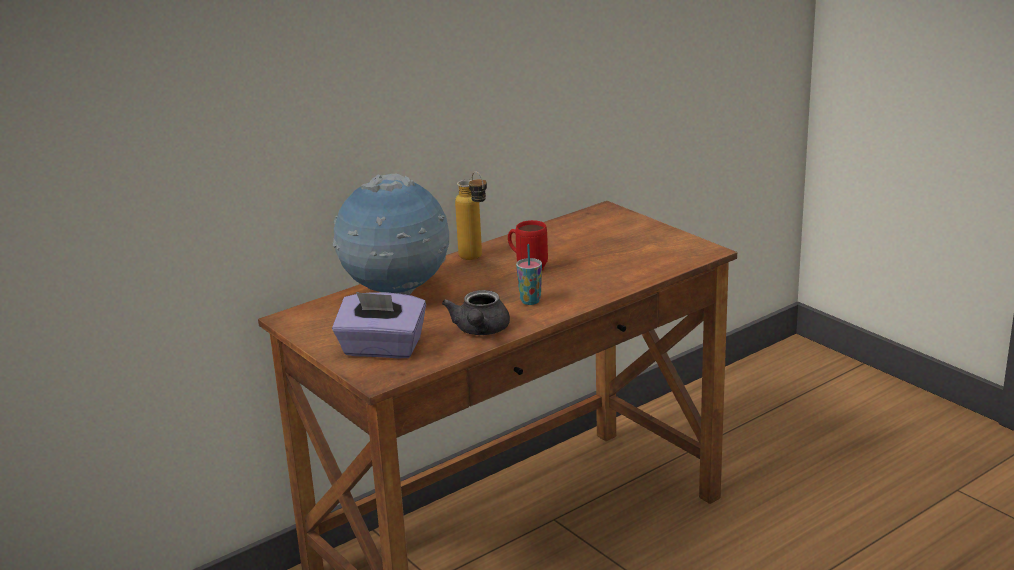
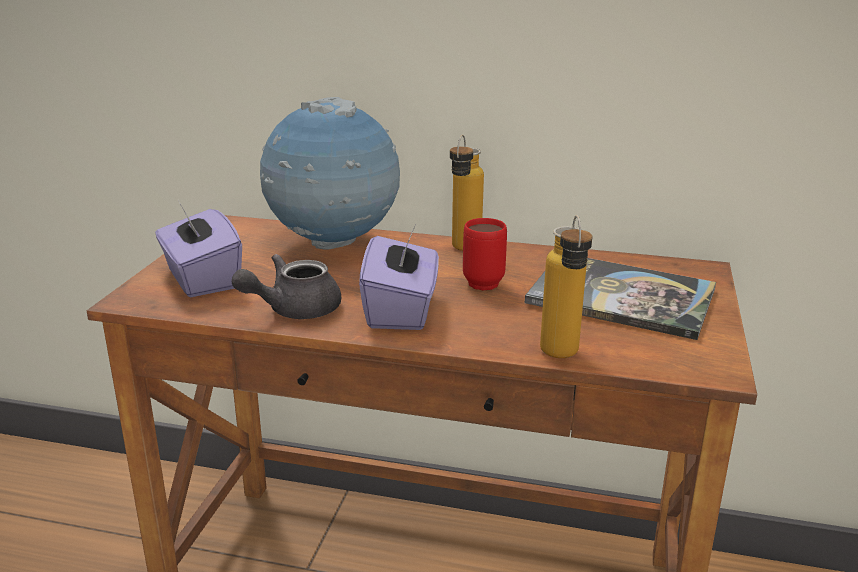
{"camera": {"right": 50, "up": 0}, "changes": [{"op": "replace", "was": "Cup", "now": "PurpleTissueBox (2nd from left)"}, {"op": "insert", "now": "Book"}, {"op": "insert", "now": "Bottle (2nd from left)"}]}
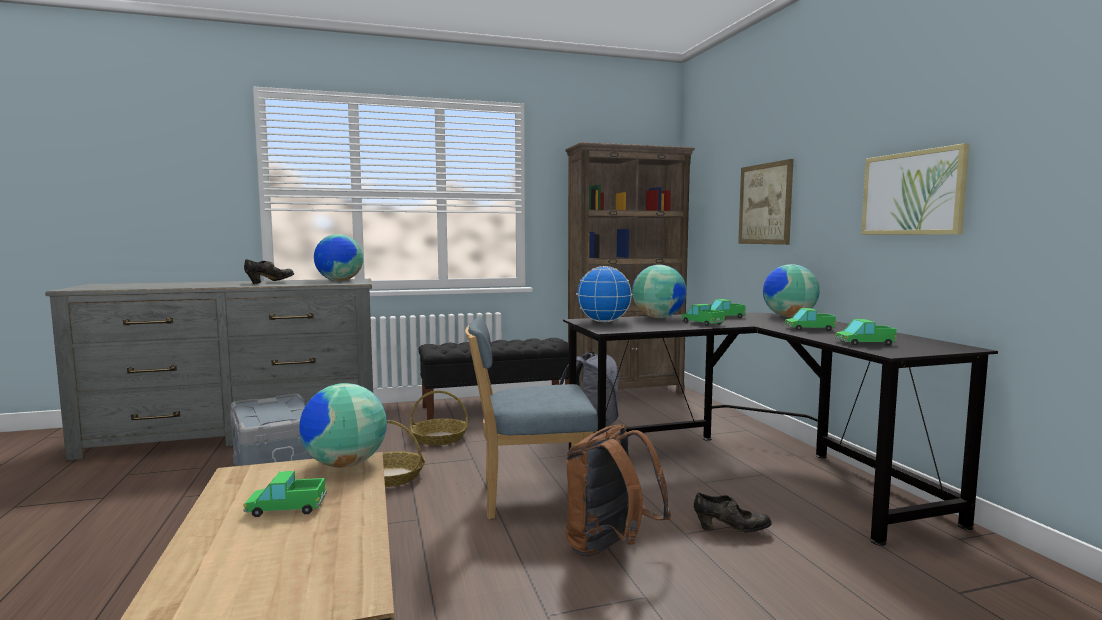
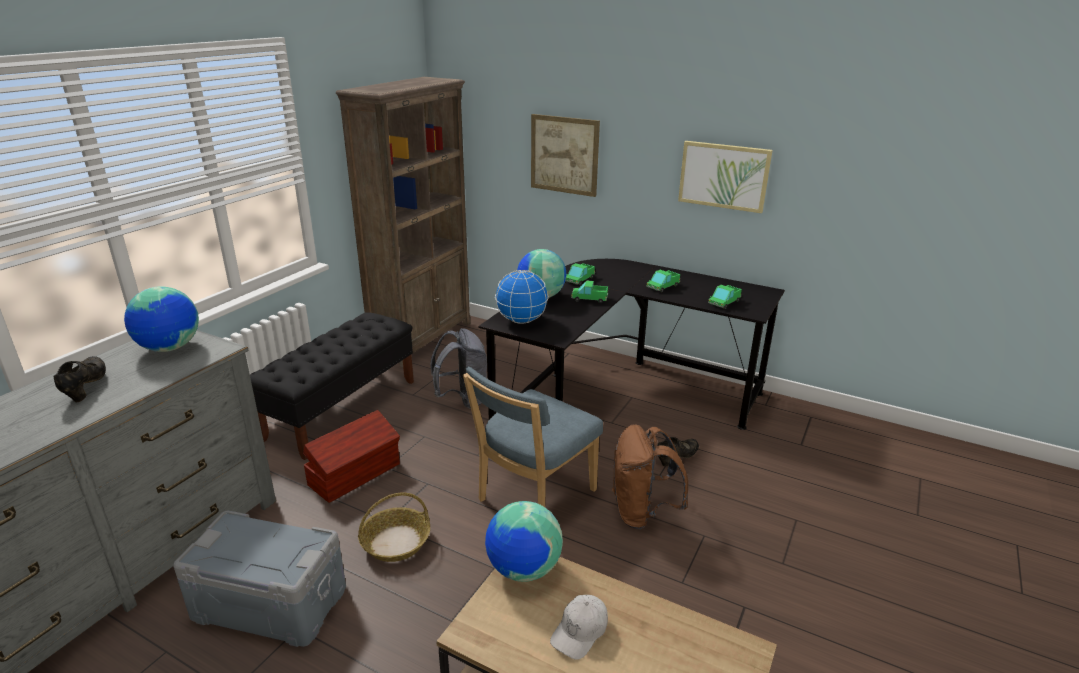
{"camera": {"right": -45, "up": 20}, "changes": [{"op": "replace", "was": "Basket (2nd from left)", "now": "BrownStorageBox"}, {"op": "replace", "was": "ToyTruck (1st from left)", "now": "WhiteCap"}, {"op": "delete", "was": "Globe (5th from left)"}]}
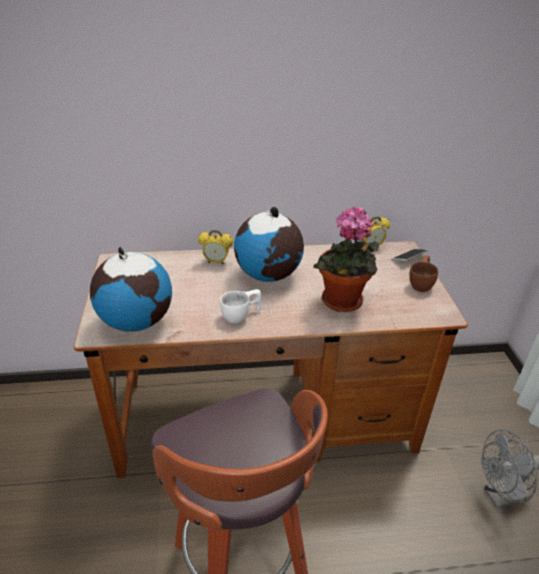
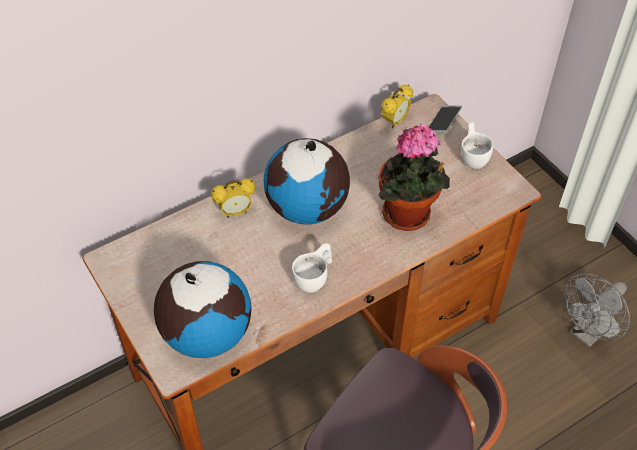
{"camera": {"right": -25, "up": 15}, "changes": [{"op": "recolor", "was": "BrownCup", "now": "WhiteCup (2nd from left)"}]}
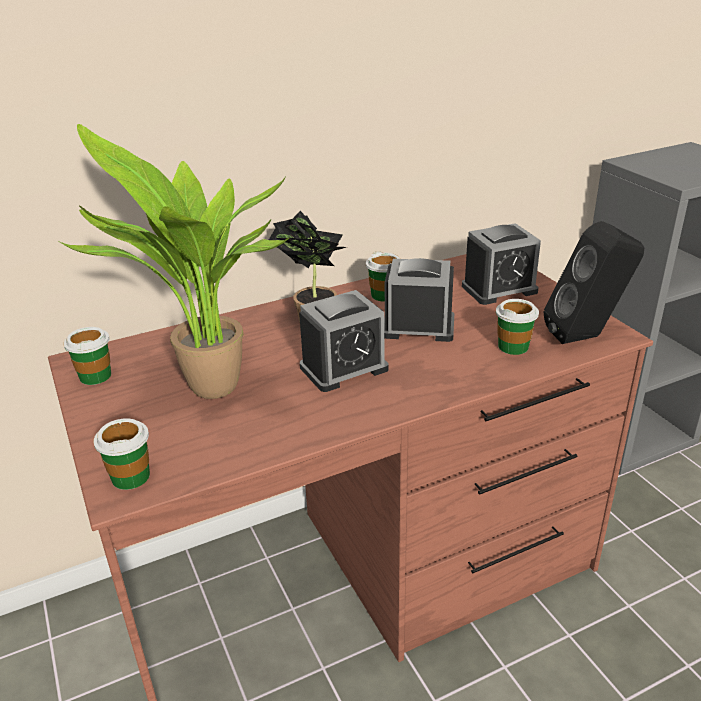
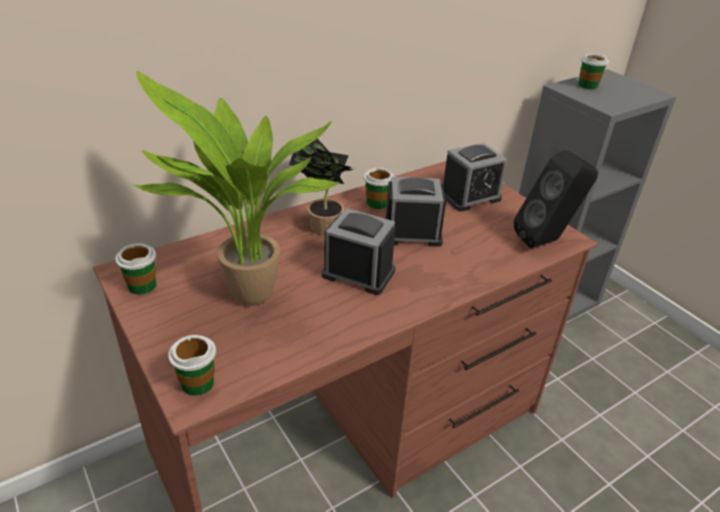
{"camera": {"right": -10, "up": 5}, "changes": [{"op": "rotate", "was": "AlarmClock (1st from left)", "clockwise": -120}, {"op": "move", "was": "Cup (4th from left)"}]}
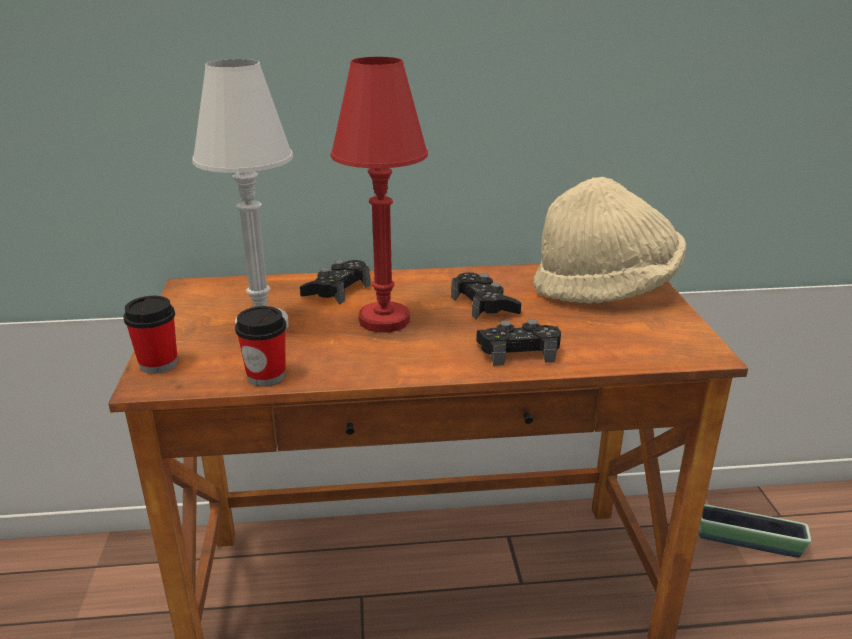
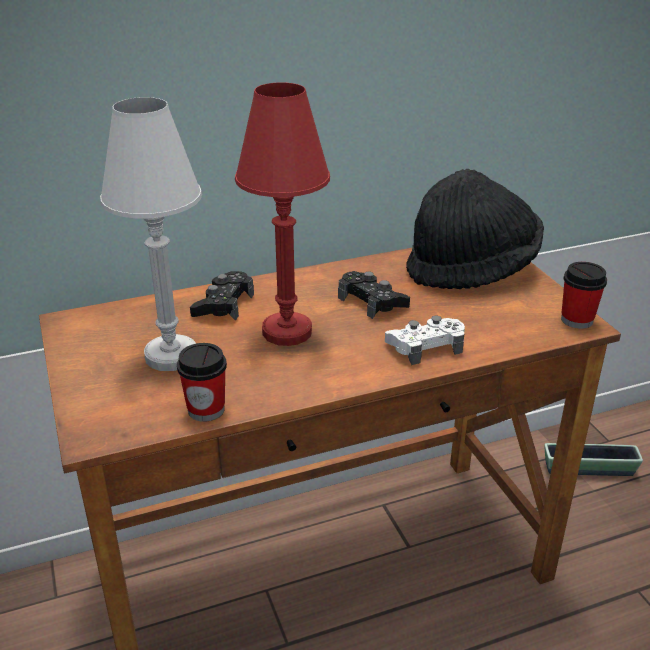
{"camera": {"right": -15, "up": 5}, "changes": [{"op": "recolor", "was": "BlackGameController (3rd from left)", "now": "WhiteGameController"}, {"op": "recolor", "was": "BeigeHat", "now": "BlackHat"}, {"op": "move", "was": "Cup (1st from left in the first image)", "now": "Cup (2nd from left)"}]}
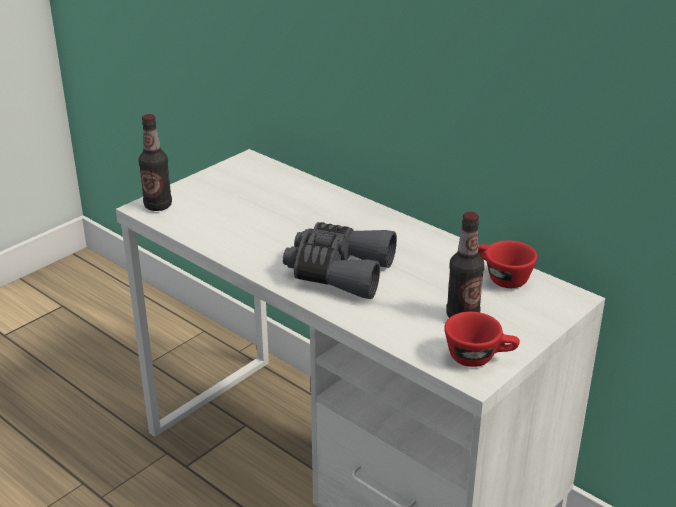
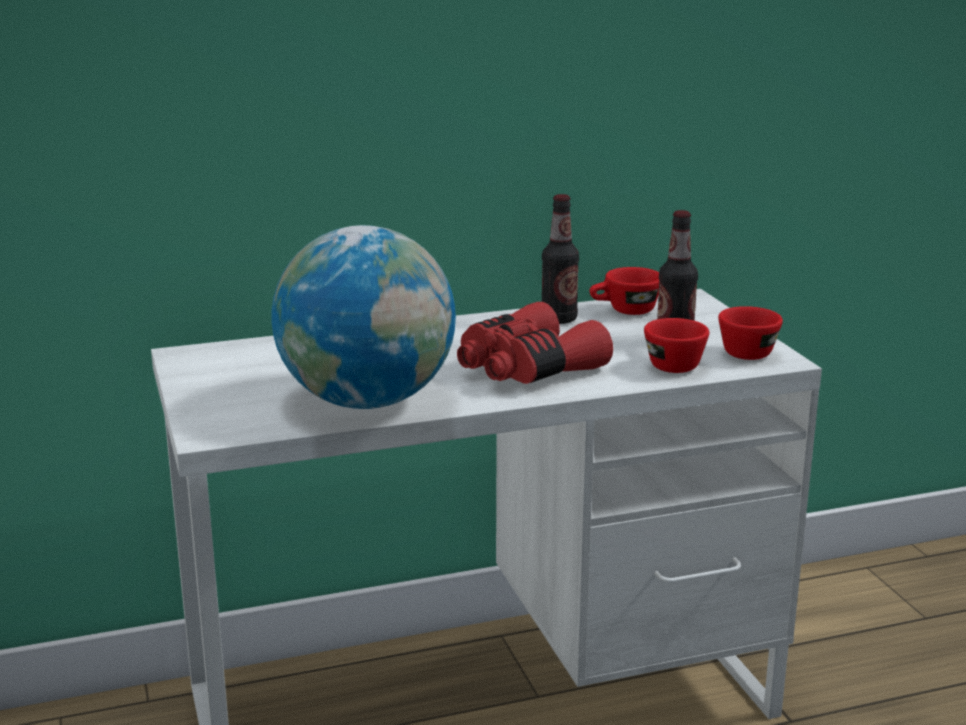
{"camera": {"right": -60, "up": -10}, "changes": [{"op": "insert", "now": "Globe"}, {"op": "recolor", "was": "GreyBinoculars", "now": "RedBinoculars"}, {"op": "move", "was": "Bottle (1st from left)"}, {"op": "insert", "now": "RedCup (2nd from left)"}]}
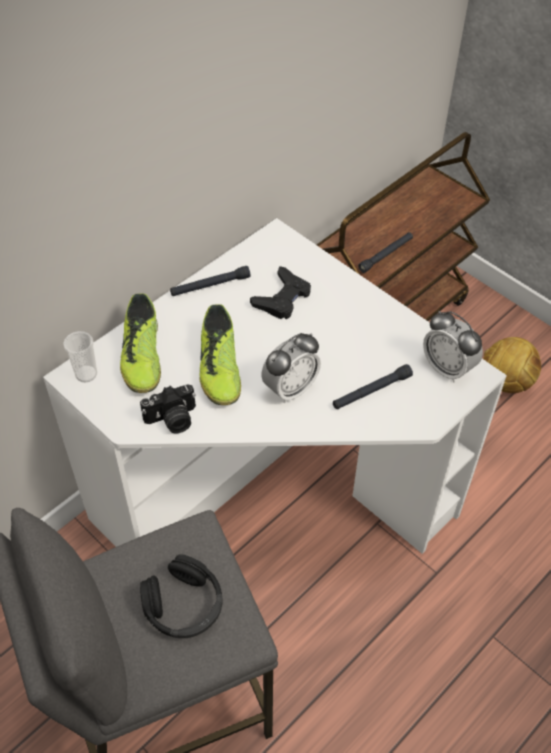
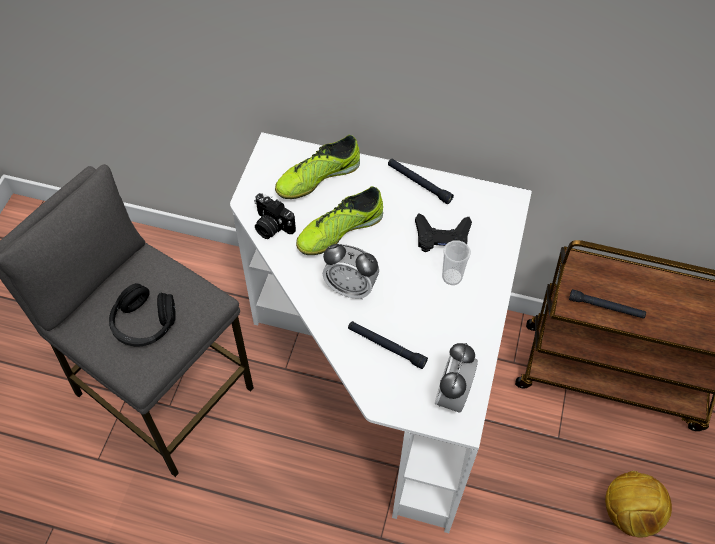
{"camera": {"right": 60, "up": 5}, "changes": [{"op": "move", "was": "Cup"}]}
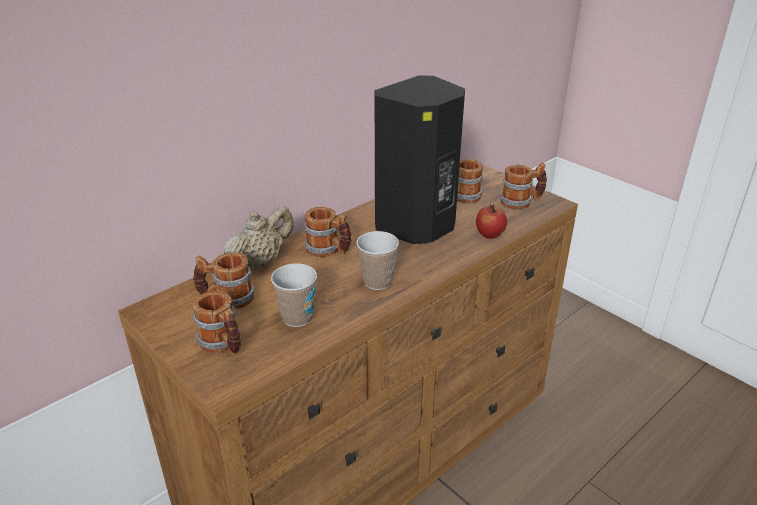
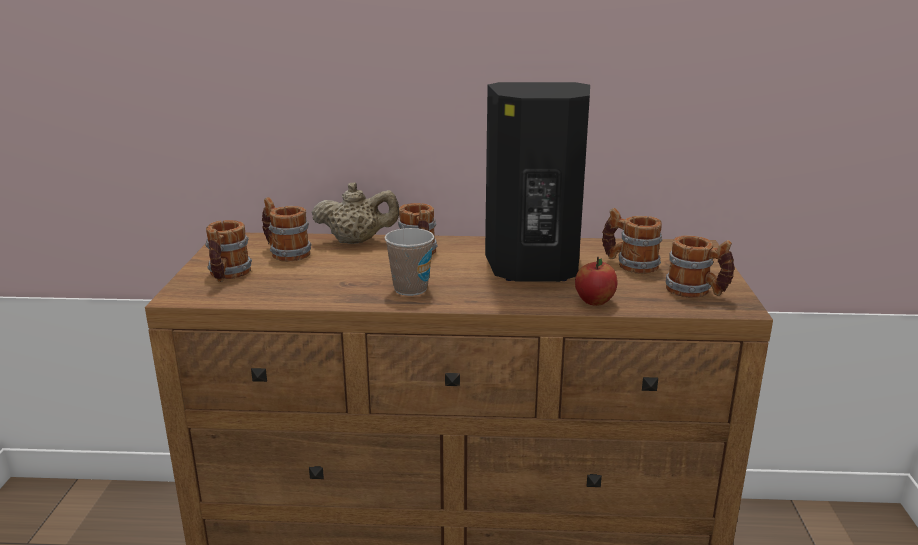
{"camera": {"right": 45, "up": -10}, "changes": [{"op": "delete", "was": "Cup (1st from left)"}]}
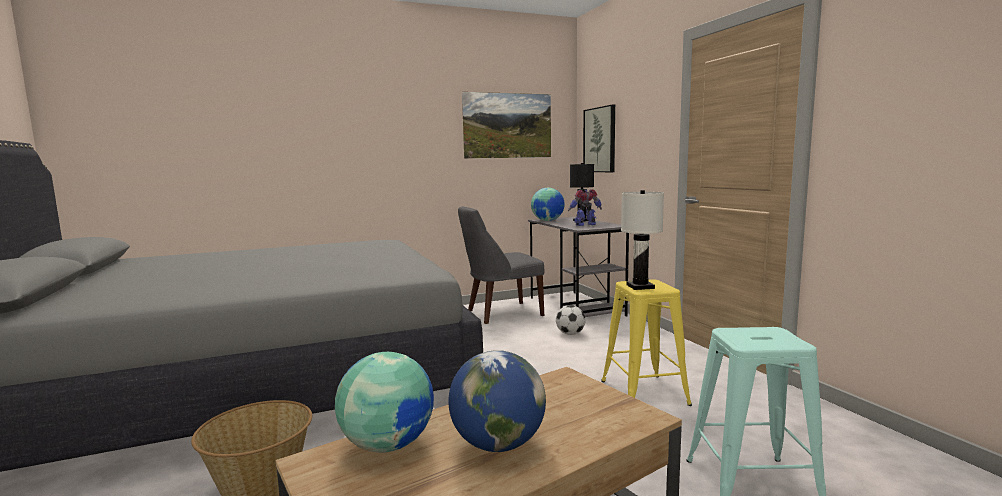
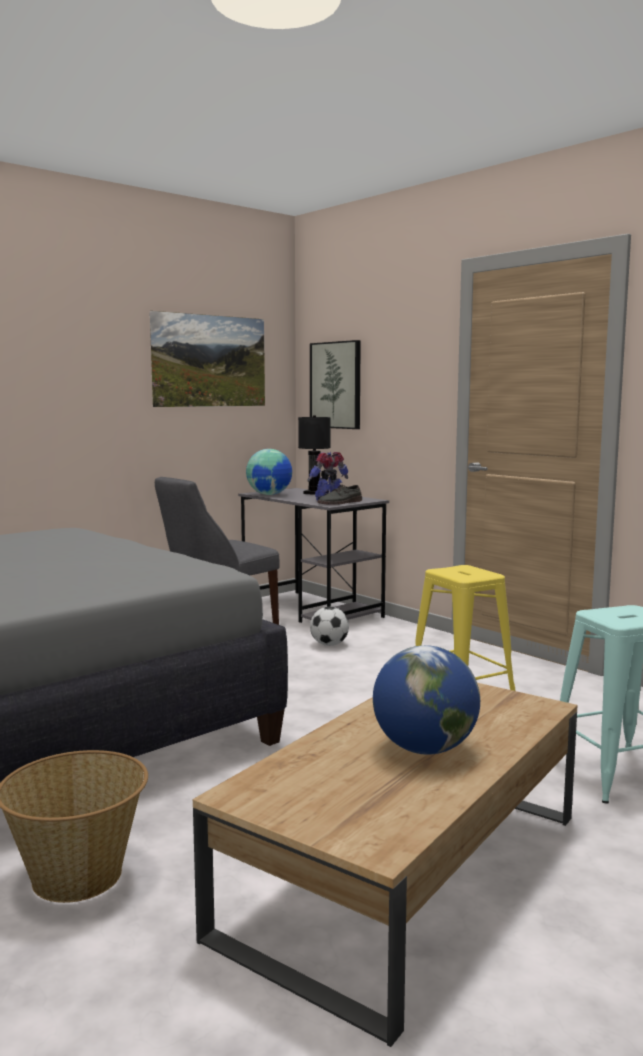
{"camera": {"right": -20, "up": 0}, "changes": [{"op": "insert", "now": "GreyShoe"}, {"op": "delete", "was": "Globe (1st from left)"}, {"op": "delete", "was": "WhiteTableLamp"}]}
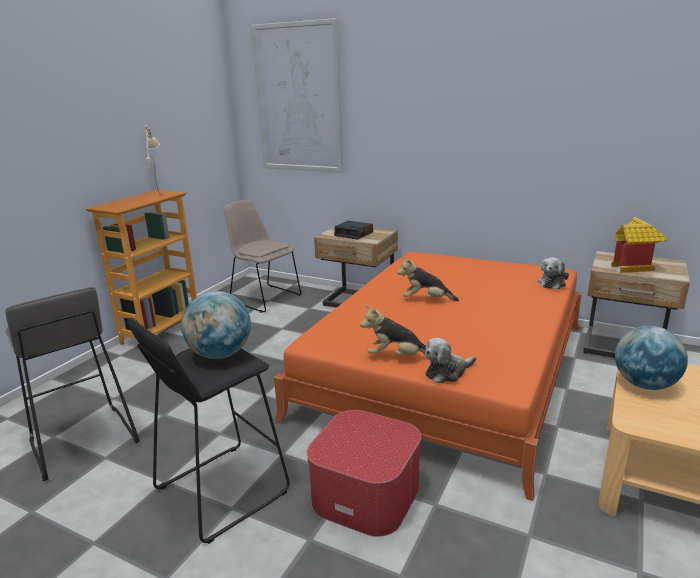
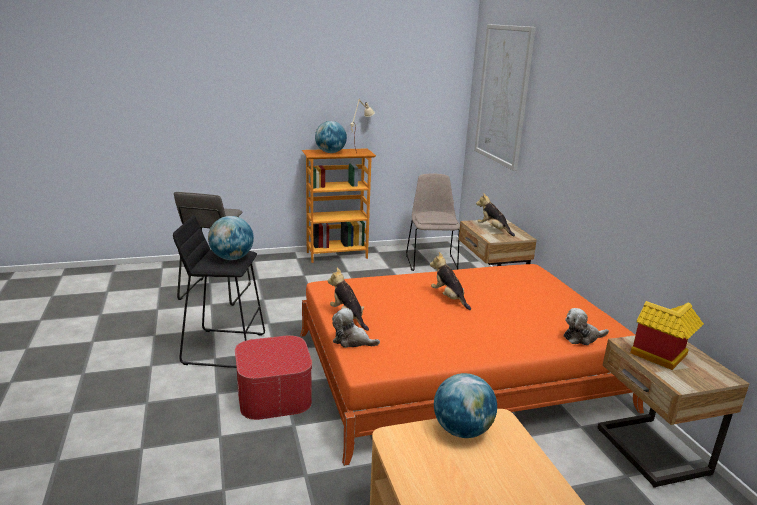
{"camera": {"right": 45, "up": 0}, "changes": [{"op": "insert", "now": "Globe (2nd from left)"}, {"op": "replace", "was": "AlarmClock", "now": "PlushToy (4th from left)"}]}
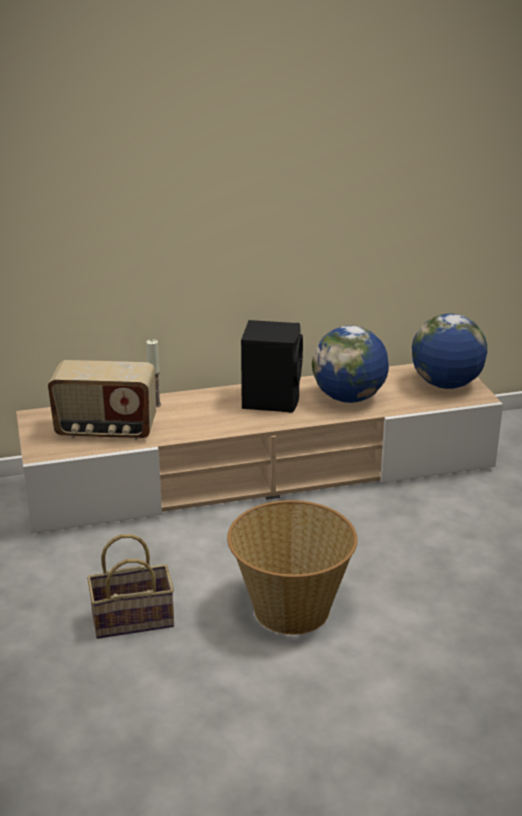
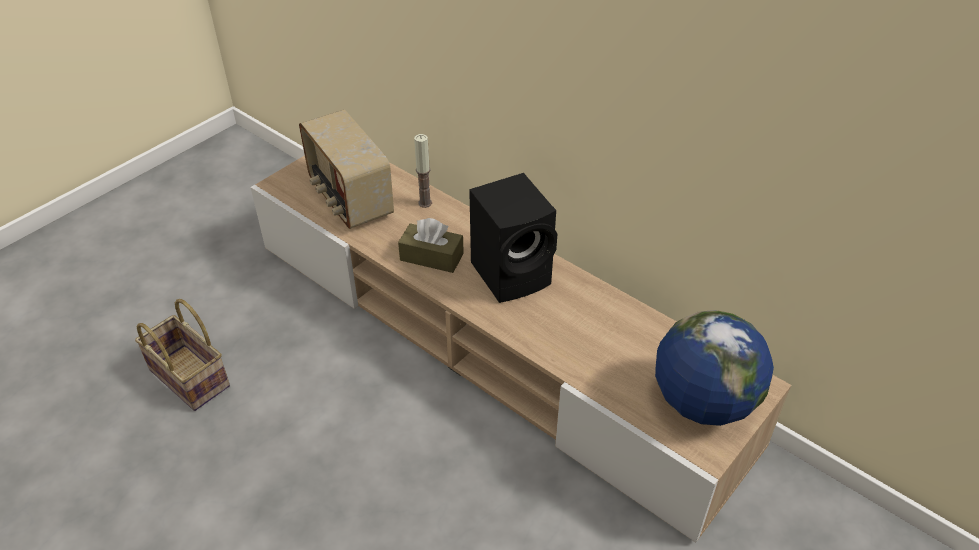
{"camera": {"right": 55, "up": 15}, "changes": [{"op": "insert", "now": "BrownTissueBox"}, {"op": "delete", "was": "Basket (2nd from left)"}, {"op": "delete", "was": "Globe (1st from left)"}]}
